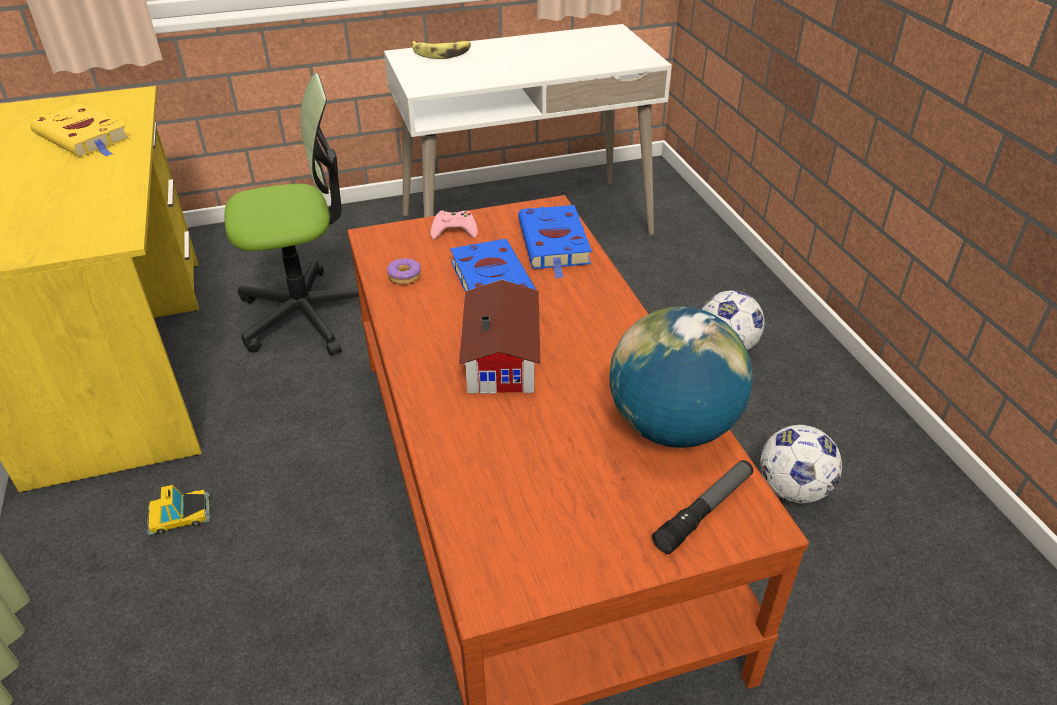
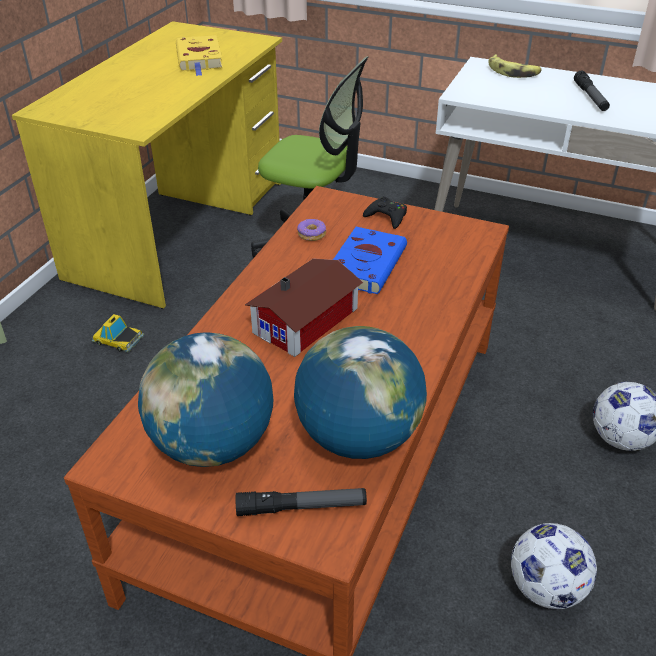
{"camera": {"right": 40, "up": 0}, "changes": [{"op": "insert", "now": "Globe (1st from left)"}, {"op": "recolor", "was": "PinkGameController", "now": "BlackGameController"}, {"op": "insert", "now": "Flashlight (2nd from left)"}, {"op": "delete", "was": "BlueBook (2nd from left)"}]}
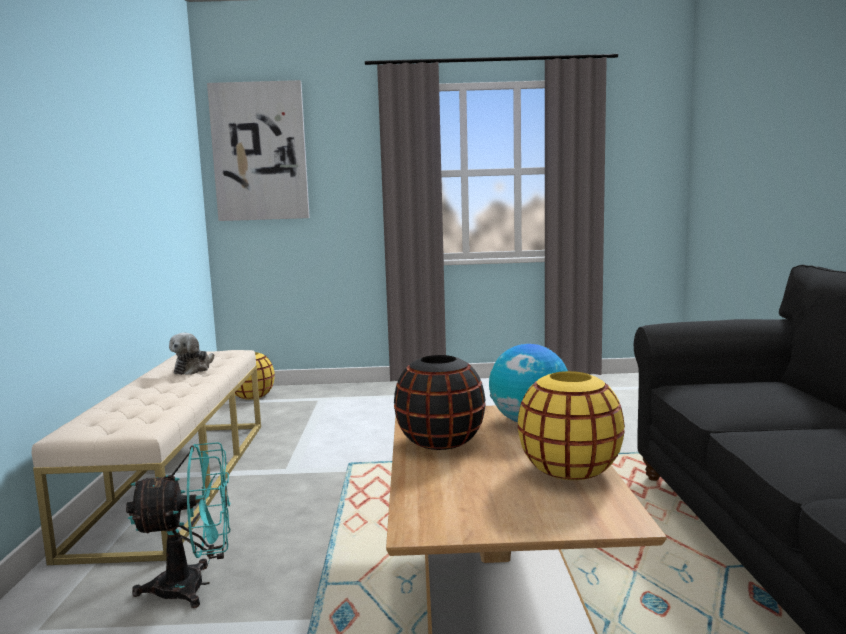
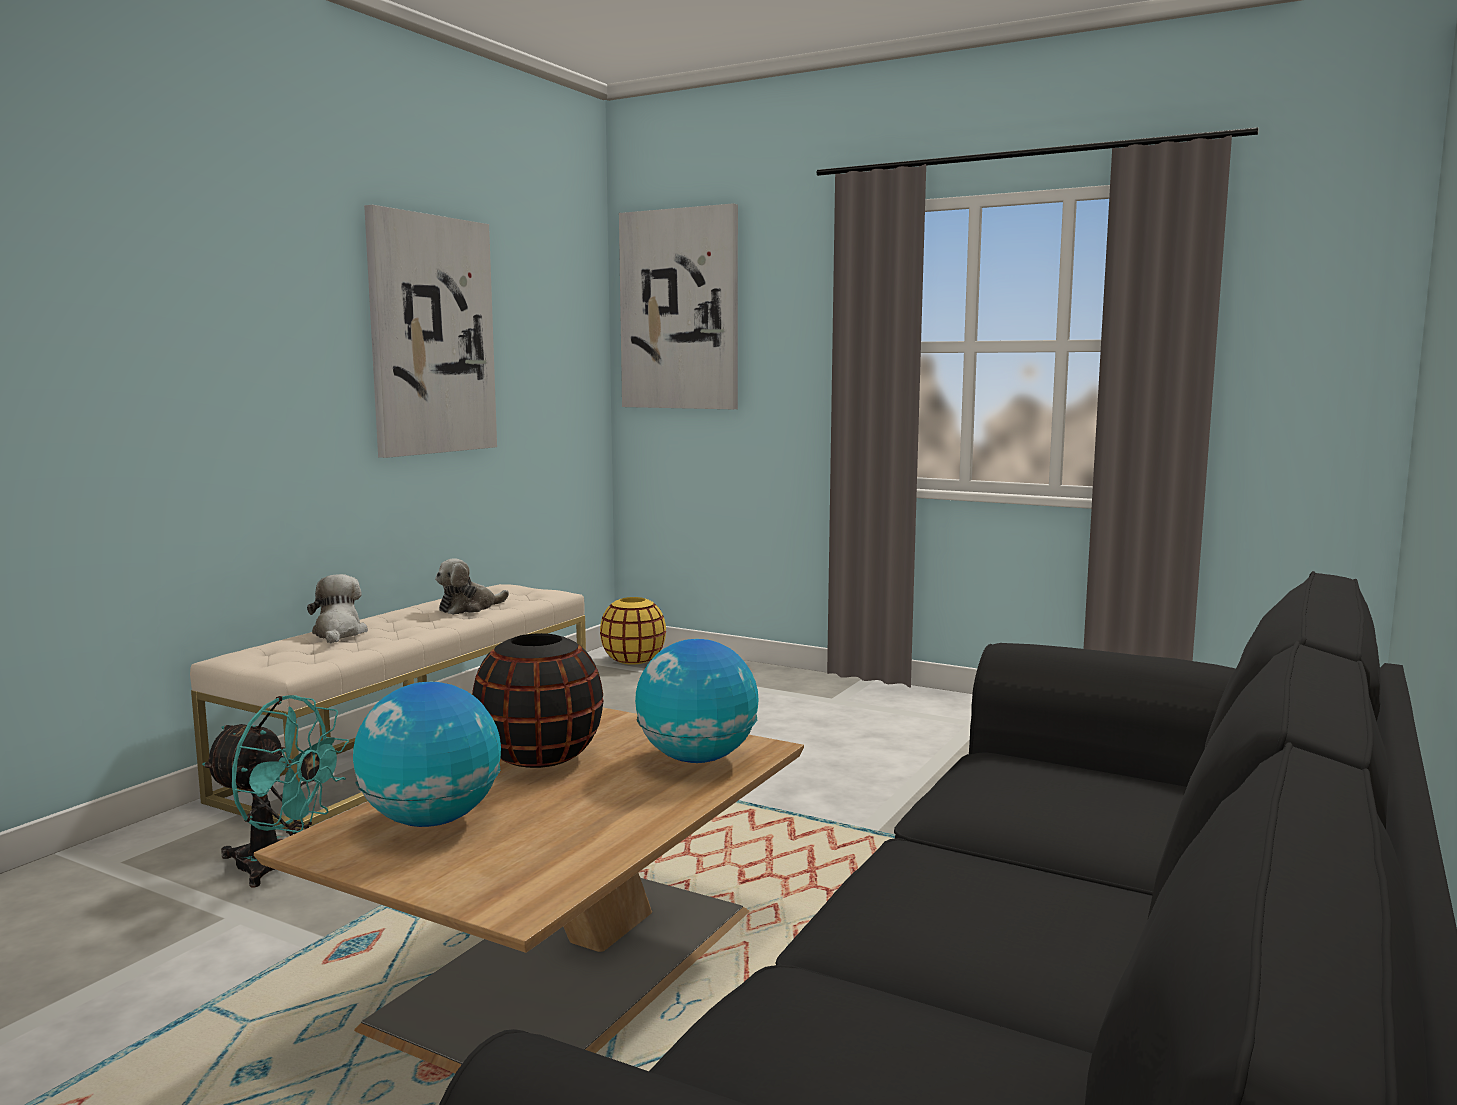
{"camera": {"right": 30, "up": 0}, "changes": [{"op": "insert", "now": "PlushToy (1st from left)"}, {"op": "insert", "now": "Globe (1st from left)"}, {"op": "insert", "now": "Picture (1st from left)"}, {"op": "delete", "was": "YellowVase (2nd from left)"}]}
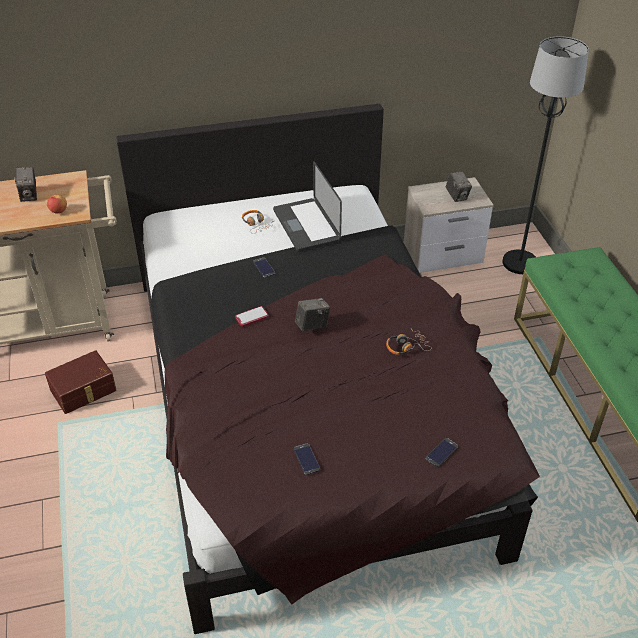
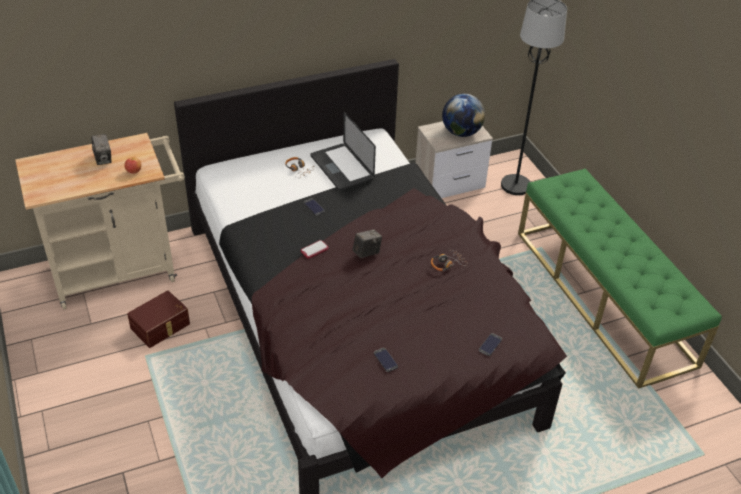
{"camera": {"right": -10, "up": 0}, "changes": [{"op": "replace", "was": "PhotoCamera (3rd from left)", "now": "Globe"}]}
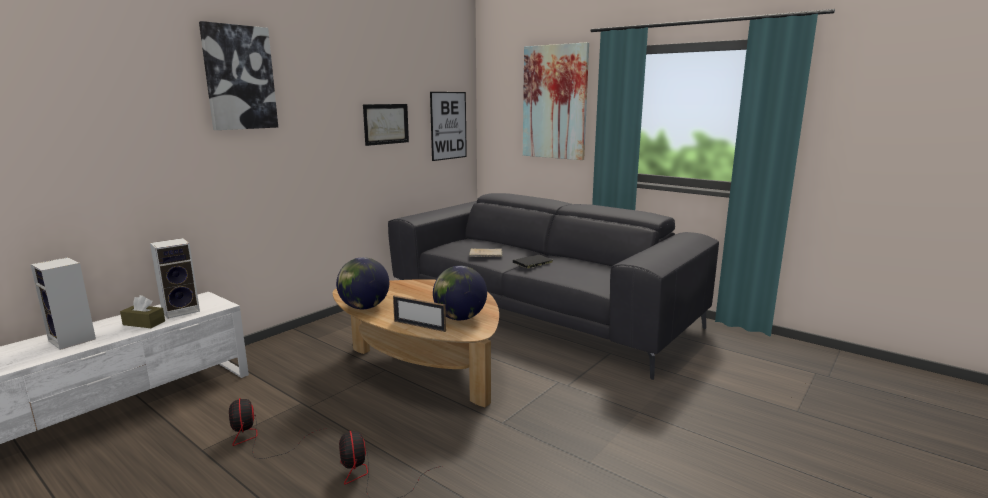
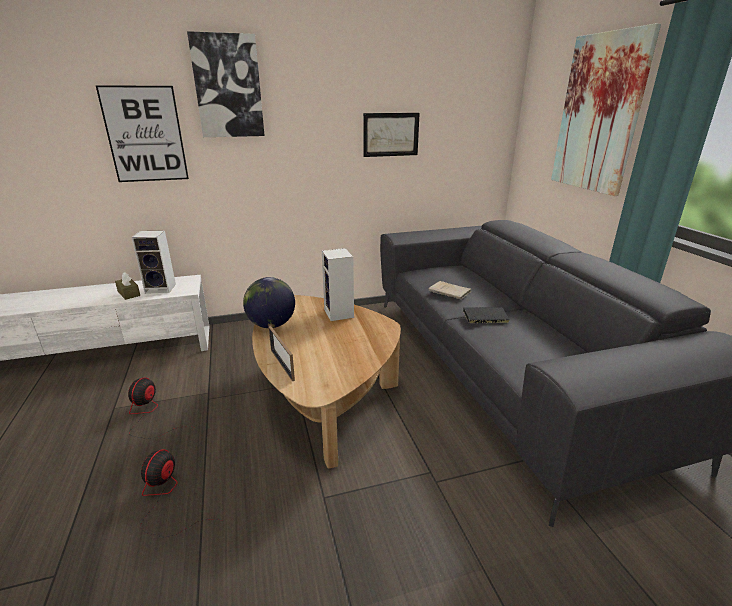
{"camera": {"right": 35, "up": 10}, "changes": [{"op": "move", "was": "Picture (3rd from left in the first image)", "now": "Picture (1st from left)"}, {"op": "move", "was": "Speaker (1st from left in the first image)", "now": "Speaker (2nd from left)"}, {"op": "delete", "was": "Globe (2nd from left)"}]}
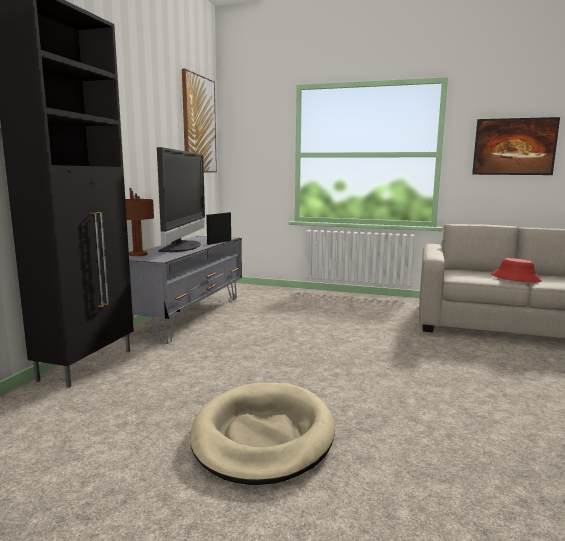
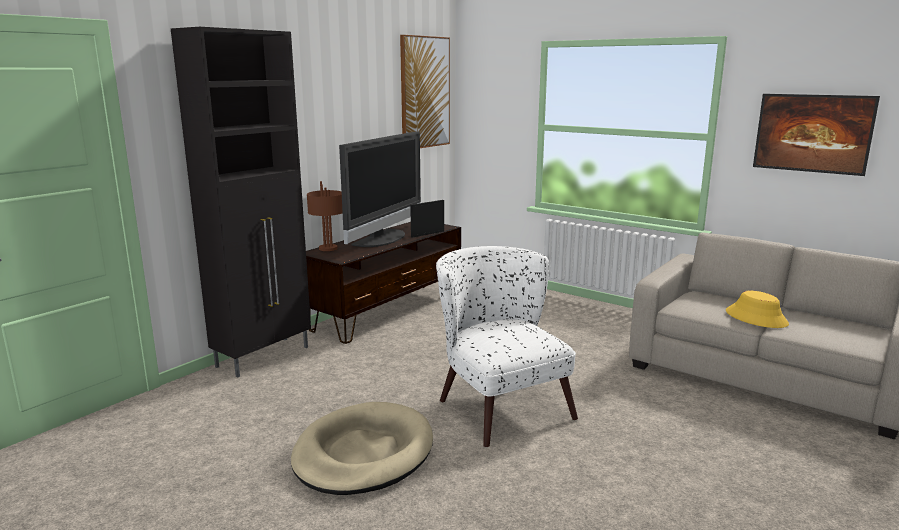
{"camera": {"right": 20, "up": 5}, "changes": [{"op": "recolor", "was": "GreyTvStand", "now": "BrownTvStand"}, {"op": "insert", "now": "WhiteArmchair"}, {"op": "recolor", "was": "RedHat", "now": "YellowHat"}]}
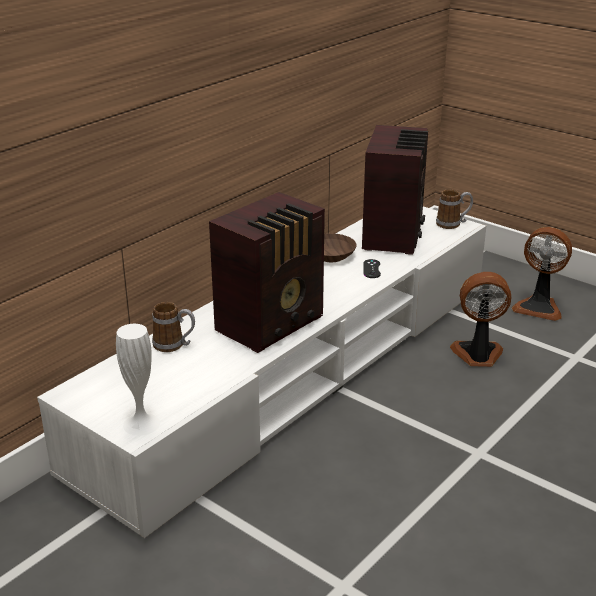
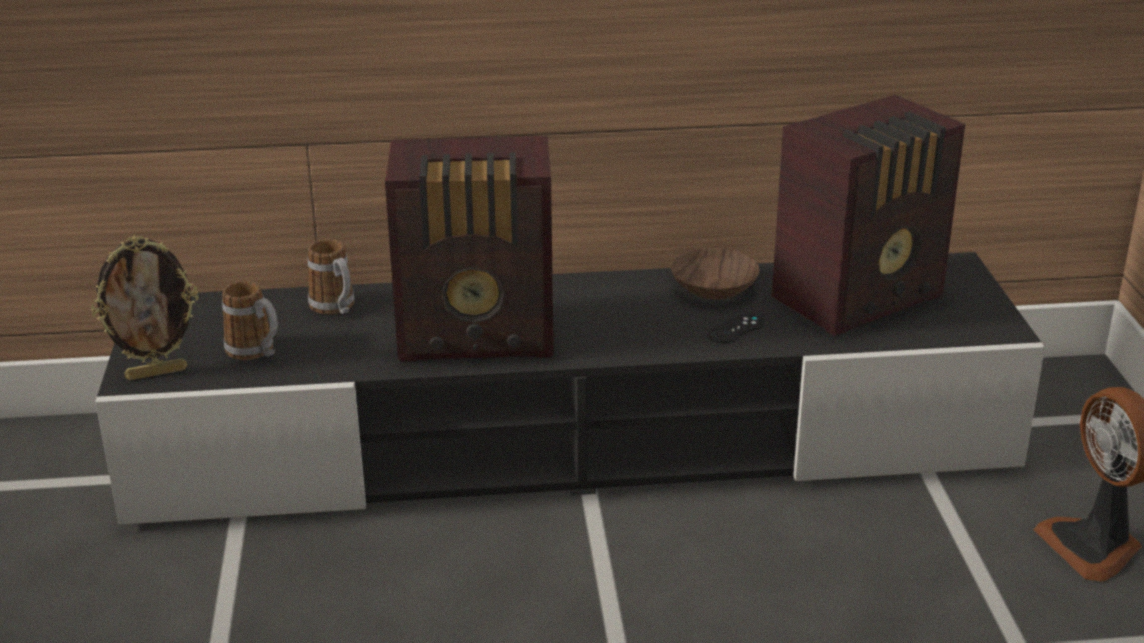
{"camera": {"right": 45, "up": 0}, "changes": [{"op": "replace", "was": "WhiteVase", "now": "PictureFrame"}, {"op": "recolor", "was": "WhiteTvStand", "now": "BlackTvStand"}, {"op": "move", "was": "Mug (2nd from left in the first image)", "now": "Mug (1st from left)"}, {"op": "delete", "was": "Fan (1st from left)"}]}
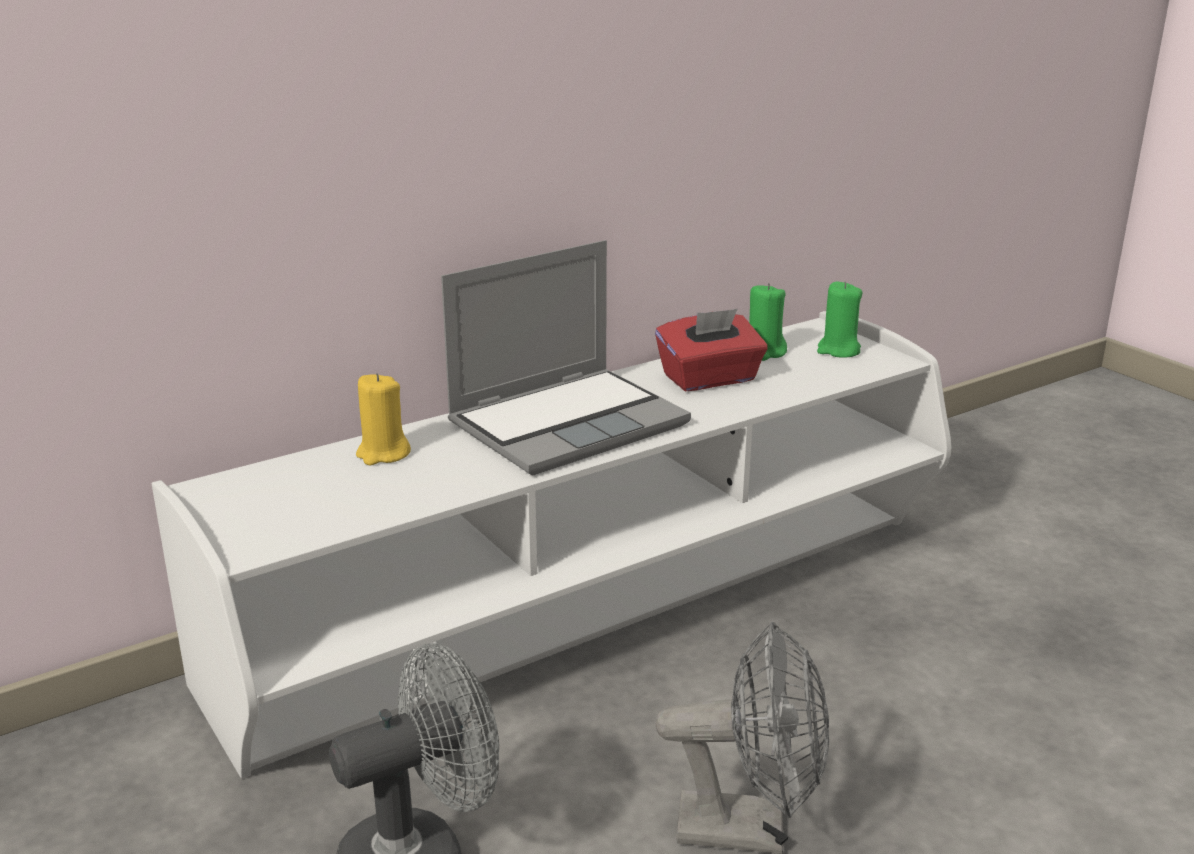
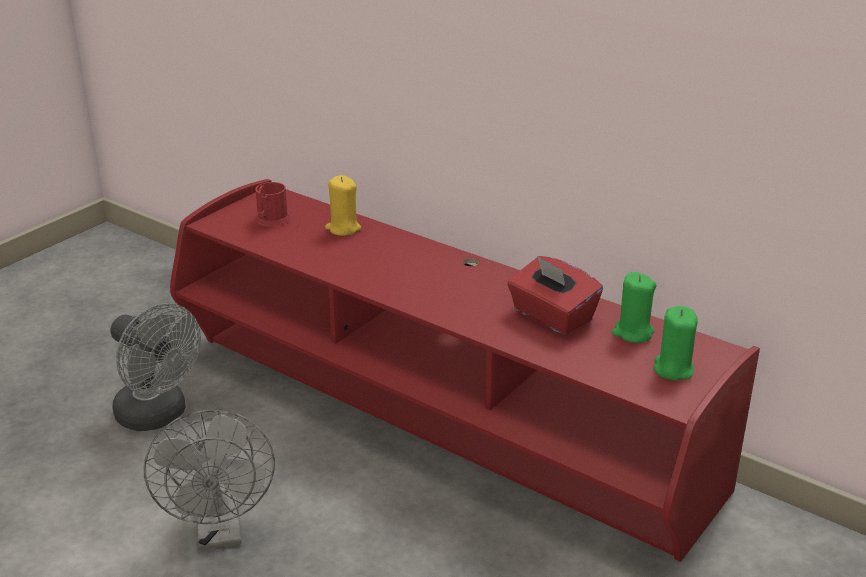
{"camera": {"right": 70, "up": 5}, "changes": [{"op": "recolor", "was": "WhiteTvStand", "now": "RedTvStand"}, {"op": "insert", "now": "RedMug"}, {"op": "delete", "was": "Laptop"}]}
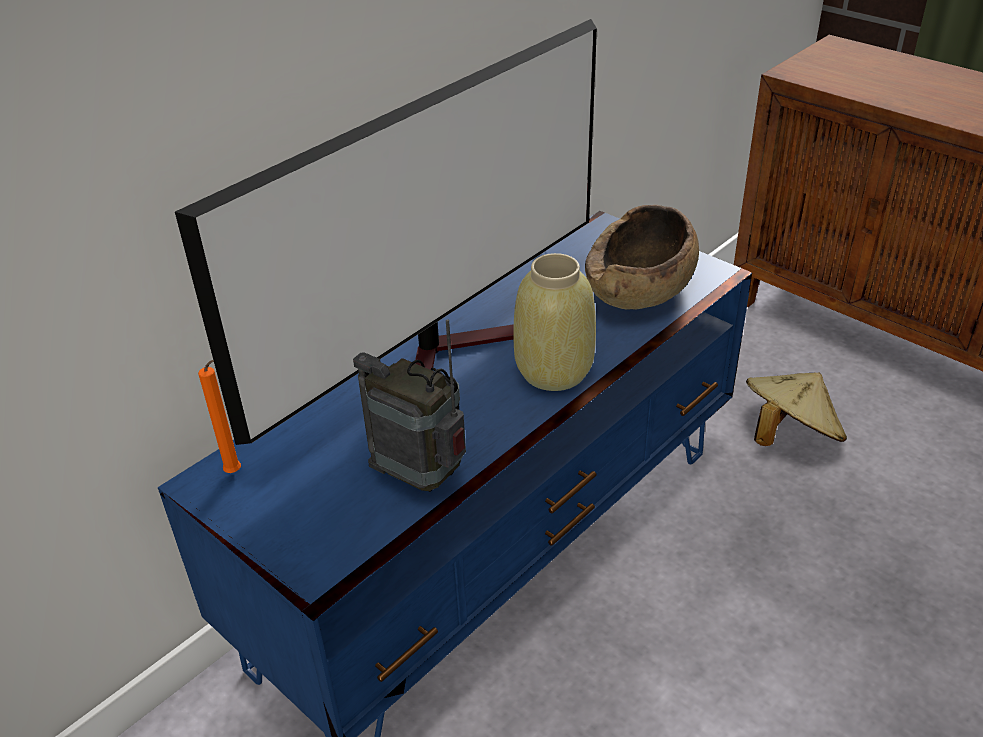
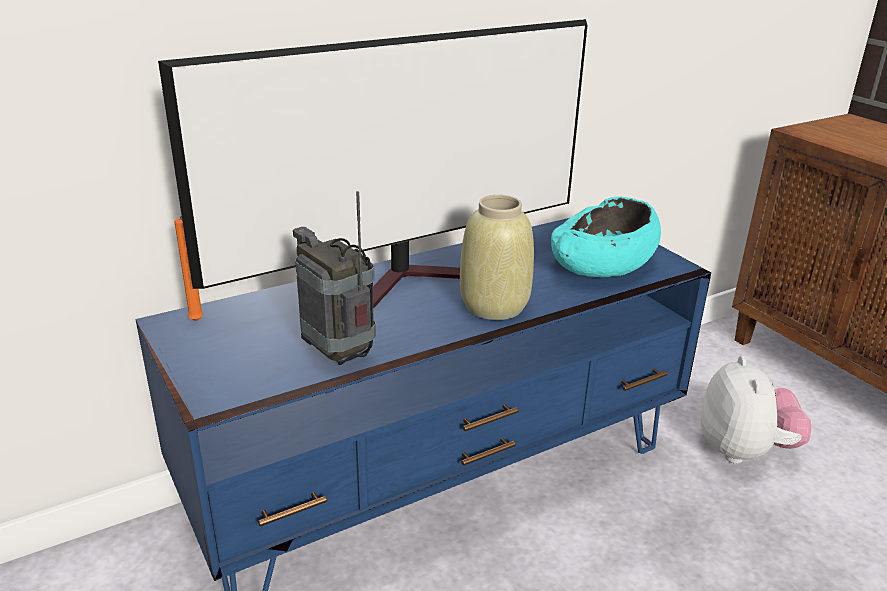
{"camera": {"right": 15, "up": -10}, "changes": [{"op": "recolor", "was": "BrownBowl", "now": "TurquoiseBowl"}, {"op": "replace", "was": "BeigeHat", "now": "PlushToy"}]}
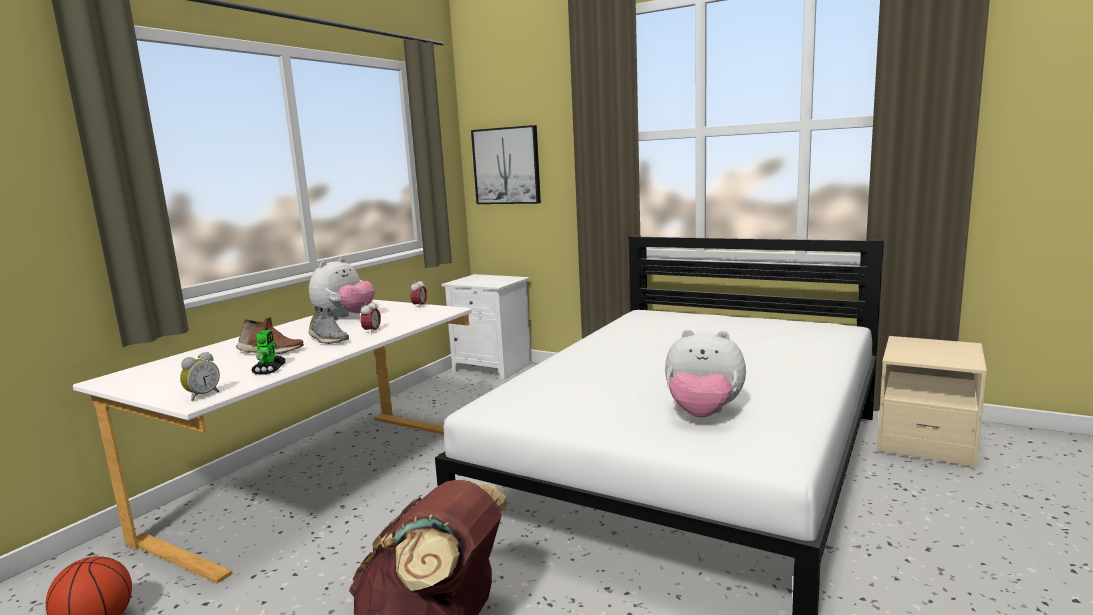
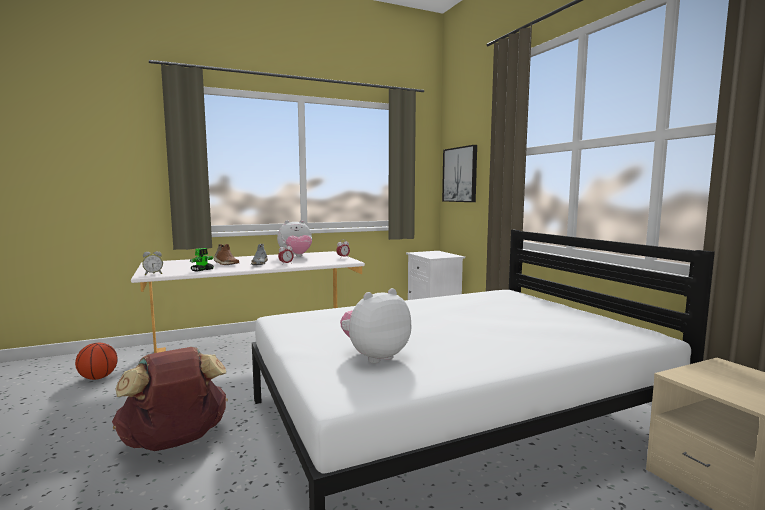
{"camera": {"right": 35, "up": -5}, "changes": [{"op": "rotate", "was": "PlushToy (2nd from left)", "clockwise": 90}]}
